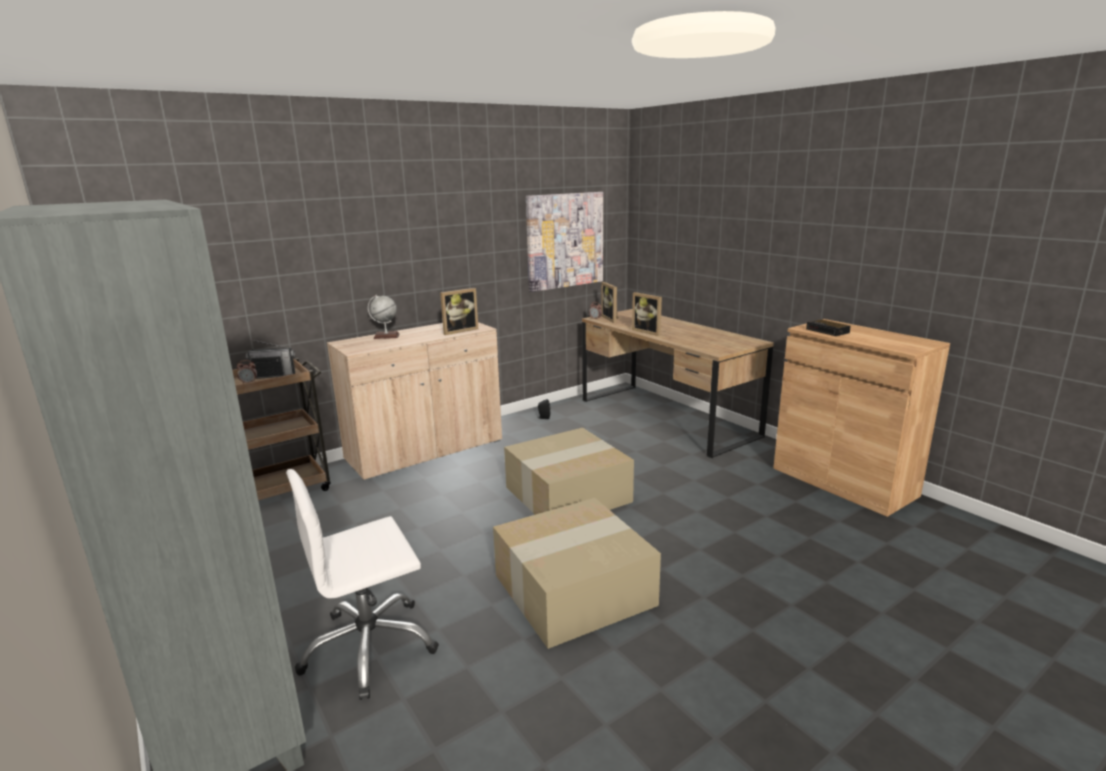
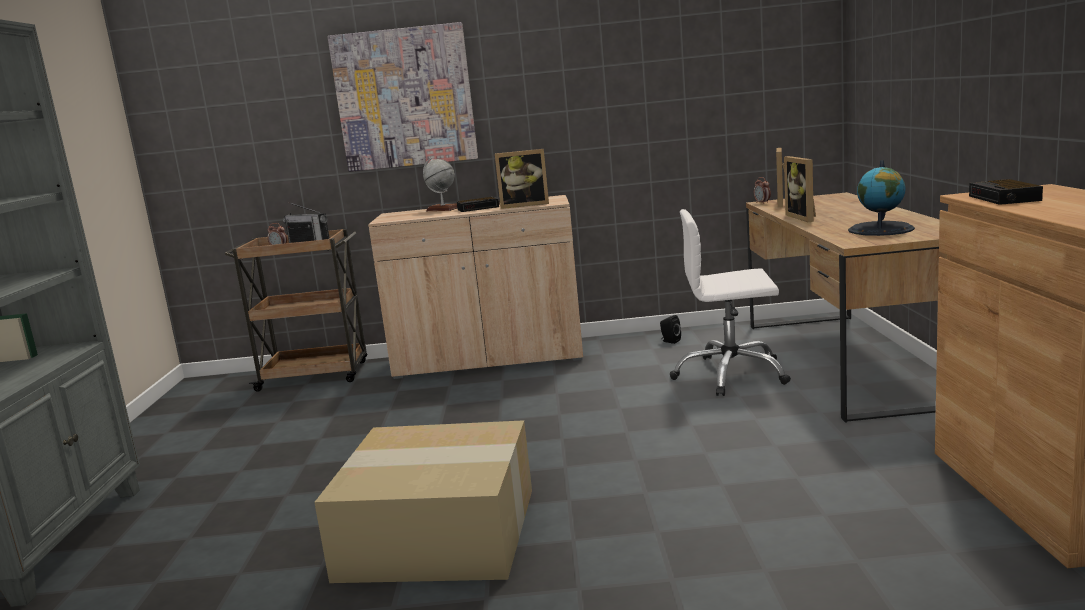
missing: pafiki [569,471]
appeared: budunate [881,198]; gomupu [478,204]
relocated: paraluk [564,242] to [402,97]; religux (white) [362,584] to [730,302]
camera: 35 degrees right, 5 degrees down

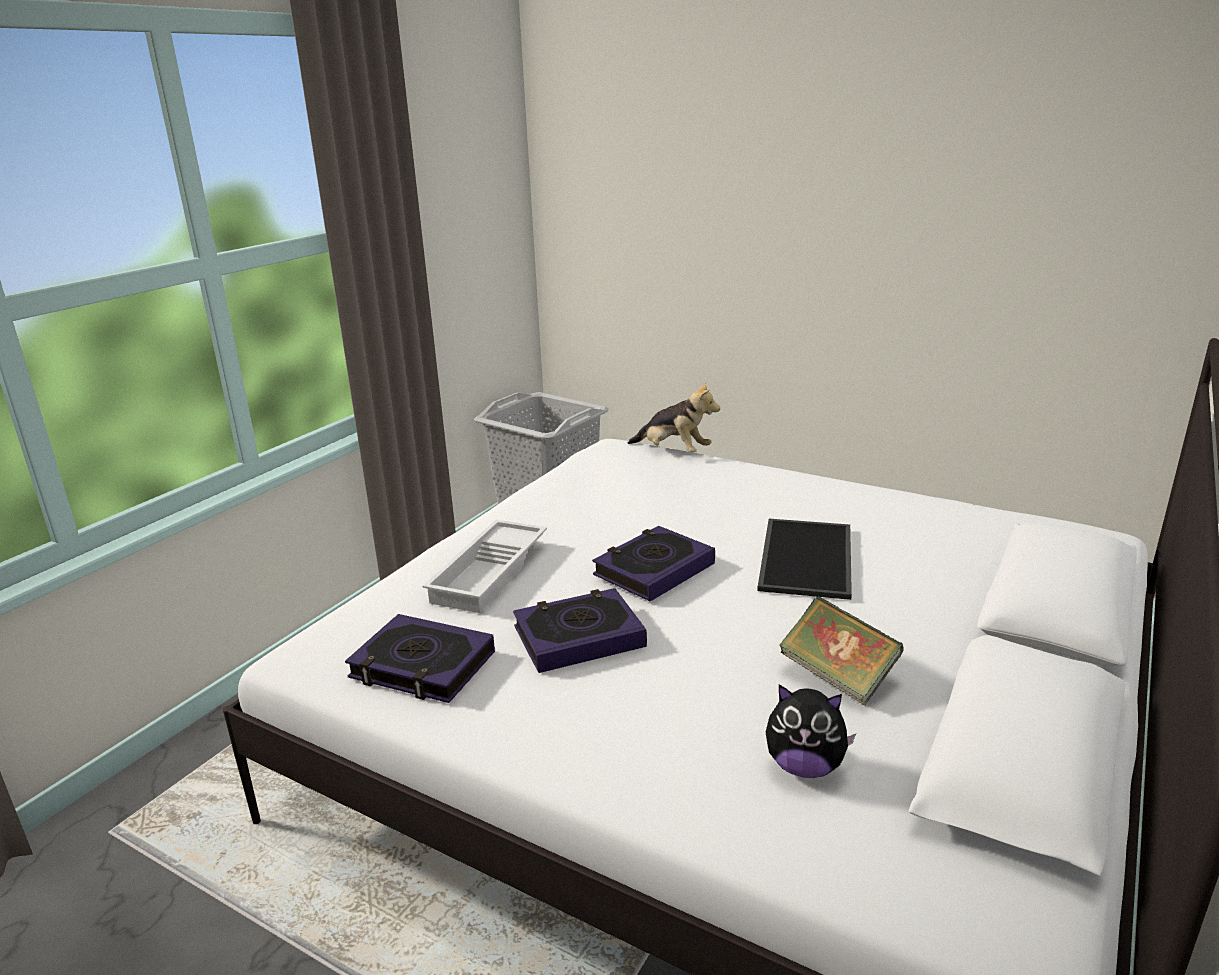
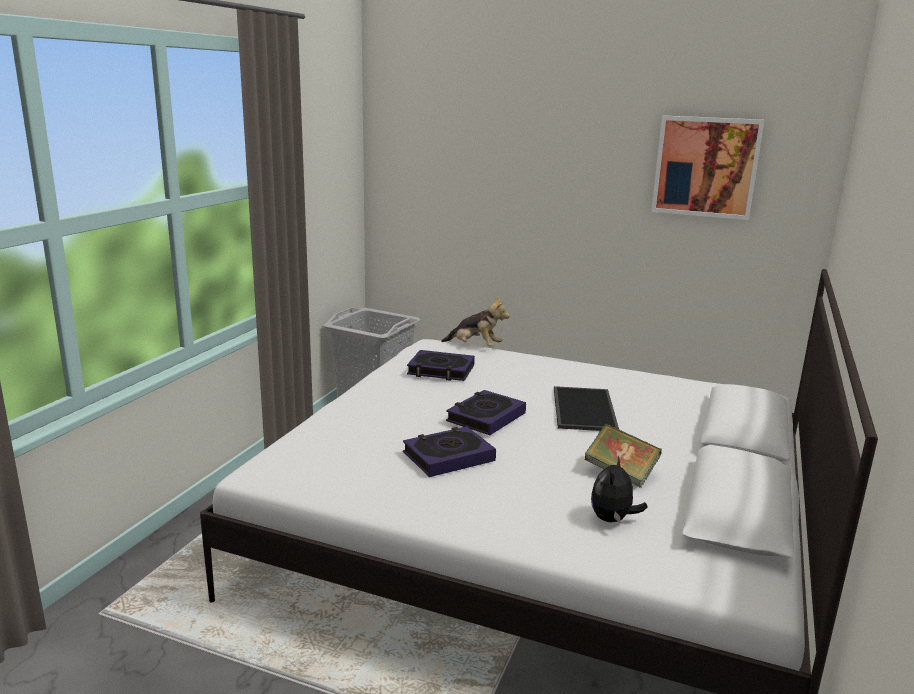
missing: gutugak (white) [484,566]
appeared: paraluk [707,167]
relocated: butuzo [420,658] to [441,365]
spun: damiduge [811,731] = [619,489] 105 degrees clockwise
camera: 10 degrees left, 5 degrees down

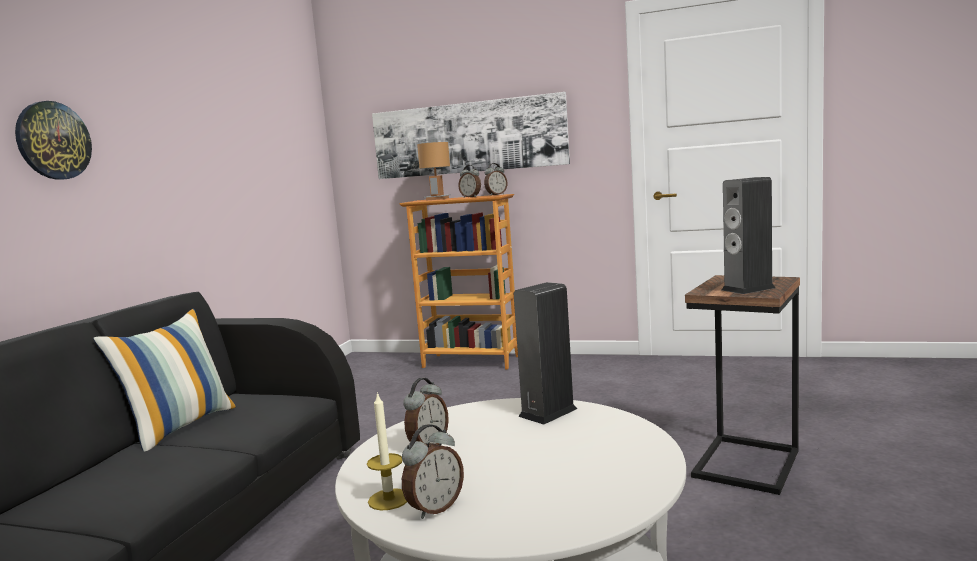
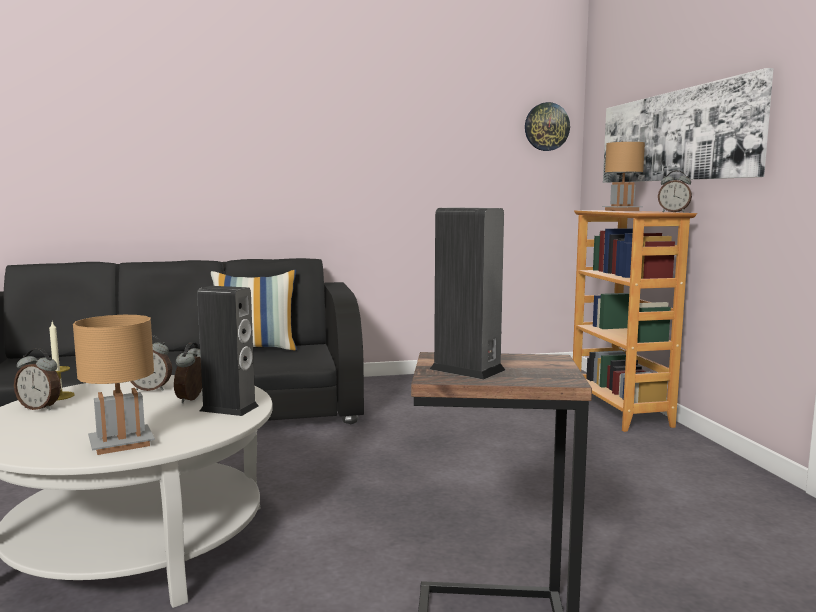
appeared: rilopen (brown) [114,385]
relocated: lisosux [53,140] to [547,126]; gomupu [469,181] to [188,372]
camera: 60 degrees right, 0 degrees up

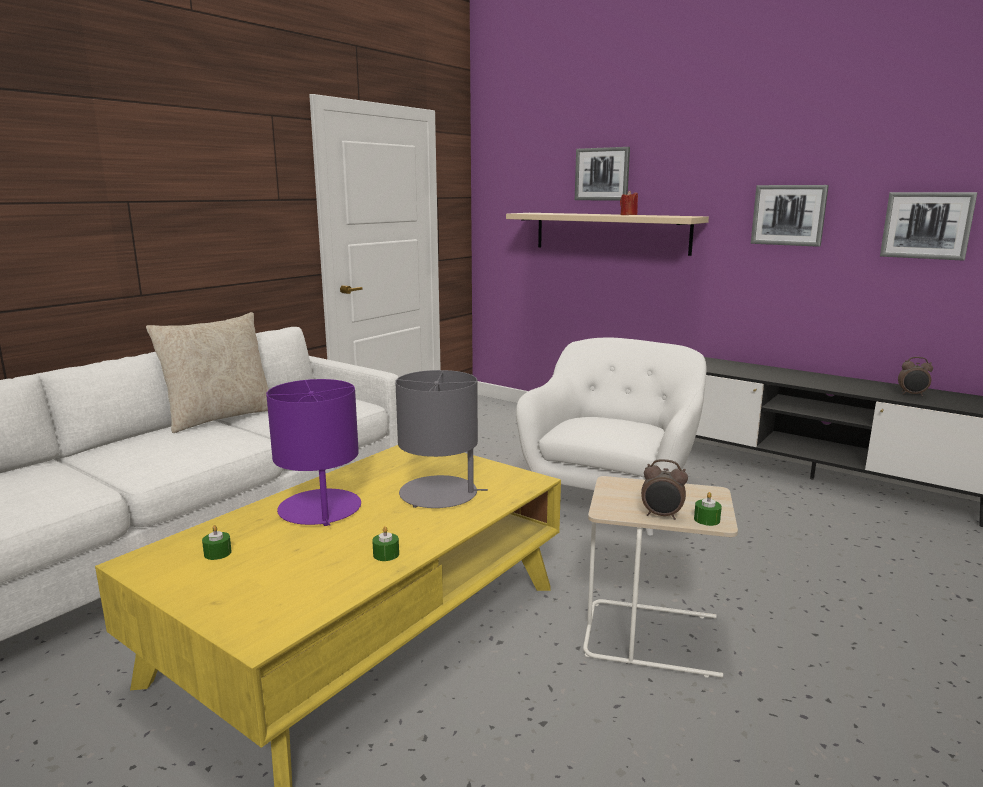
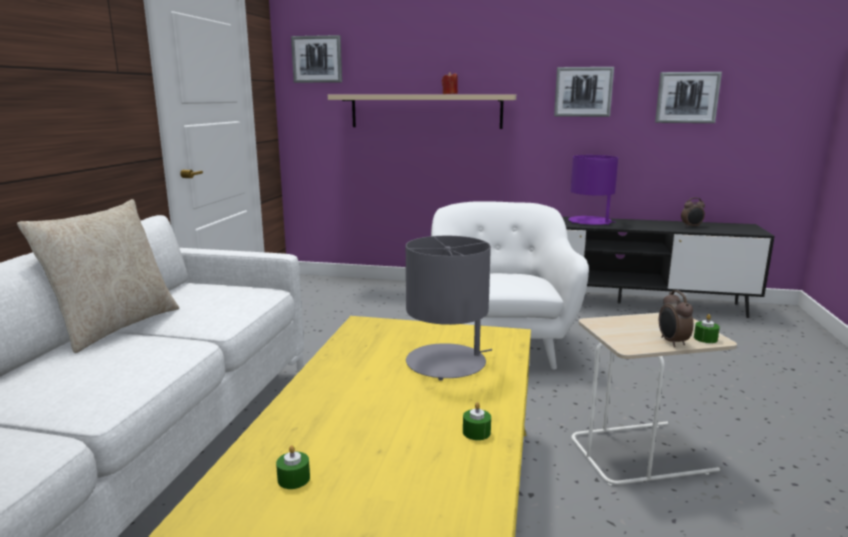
relocated: paraluk [602,174] to [316,59]; rilopen (purple) [313,452] to [593,190]
spun: gomupu [664,489] = [676,318] 90 degrees clockwise
camera: 25 degrees left, 0 degrees up

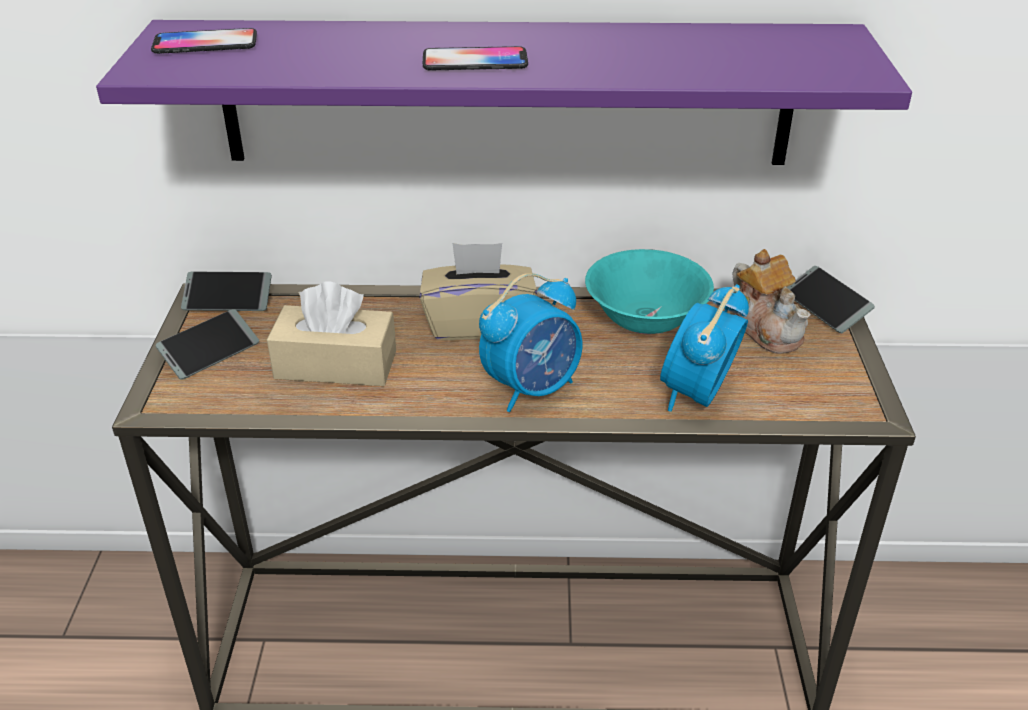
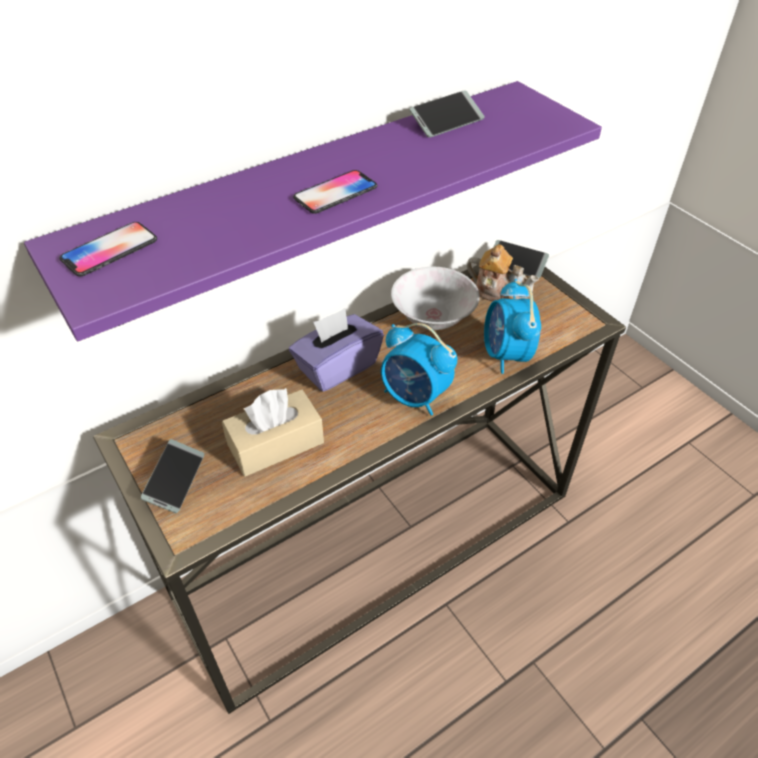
relocated: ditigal [226,291] to [447,114]
colour: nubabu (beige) [478,291] to nubabu (purple) [336,350]; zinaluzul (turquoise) [649,292] to zinaluzul (white) [435,298]
spun: gomupu [530,342] = [419,369] 105 degrees clockwise
camera: 35 degrees left, 10 degrees up

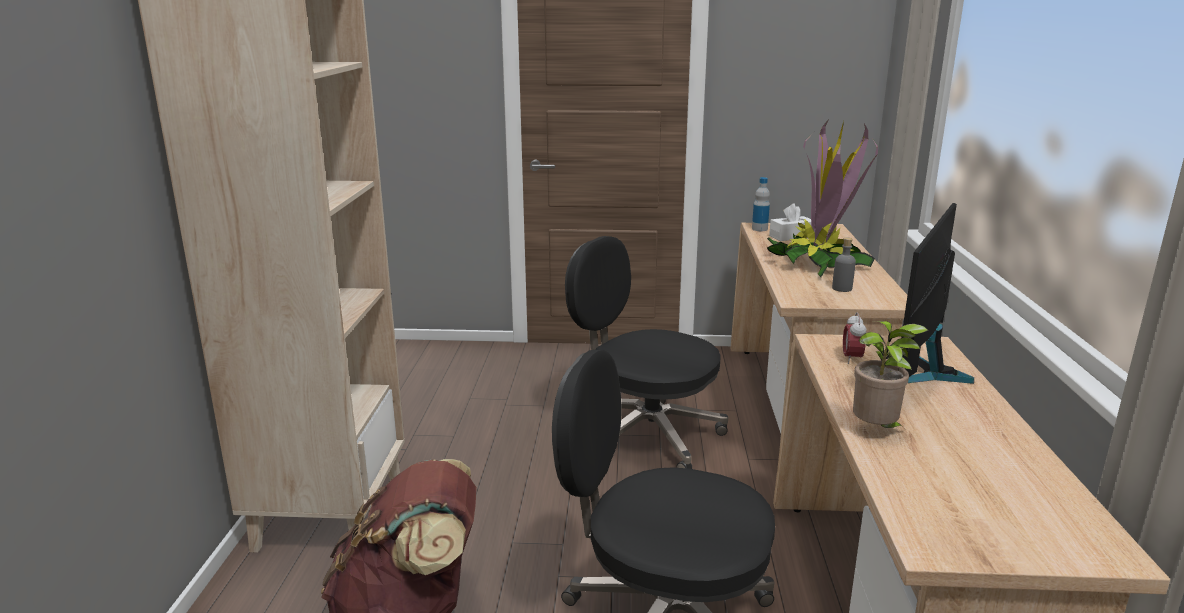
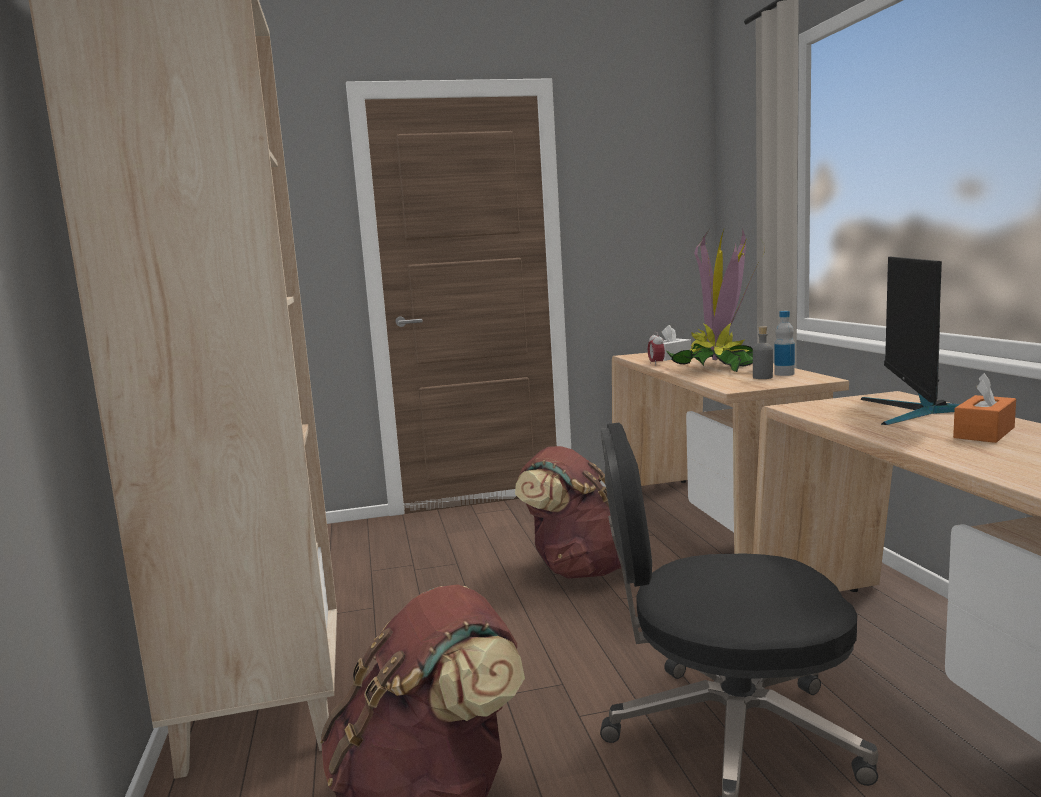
missing: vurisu [891,374]
appeared: nubabu (orange) [984,408]
relocated: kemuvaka [761,204] to [784,343]; gomupu [855,338] to [656,349]
exchanged: religux (black) [646,352] to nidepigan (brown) [568,512]
camera: 15 degrees left, 10 degrees down

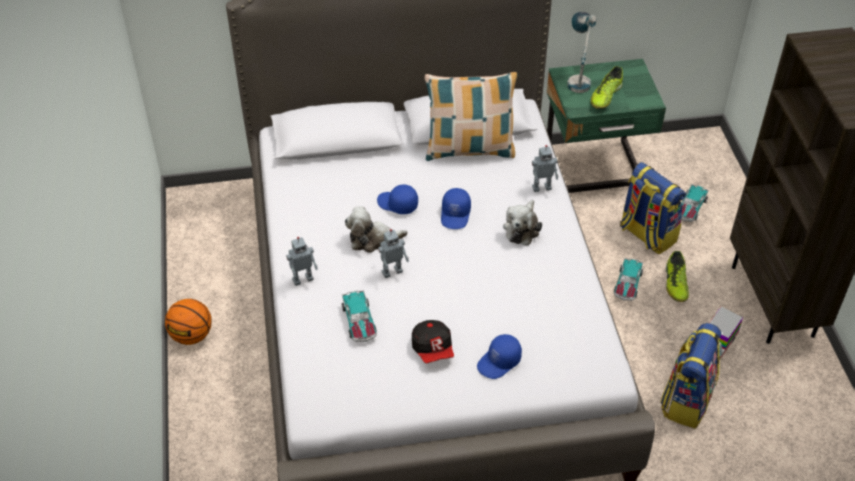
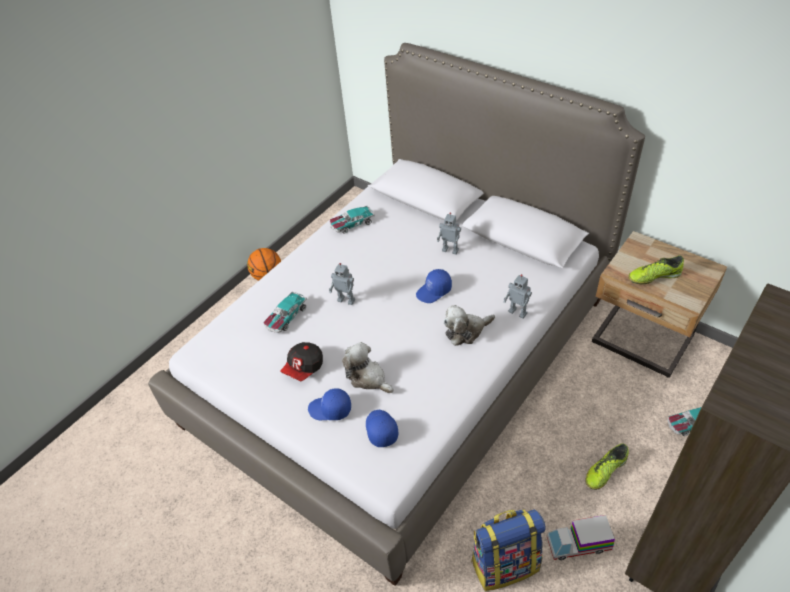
missing: rilopen [582,52]; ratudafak [471,116]; nidepigan [653,208]
relocated: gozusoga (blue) [397,199] to [382,428]; damiduge [376,229] to [368,367]; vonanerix [302,261] to [449,233]; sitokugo [628,279] to [352,219]
colour: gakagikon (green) [606,126] to gakagikon (beige) [659,304]
camera: 50 degrees right, 0 degrees up

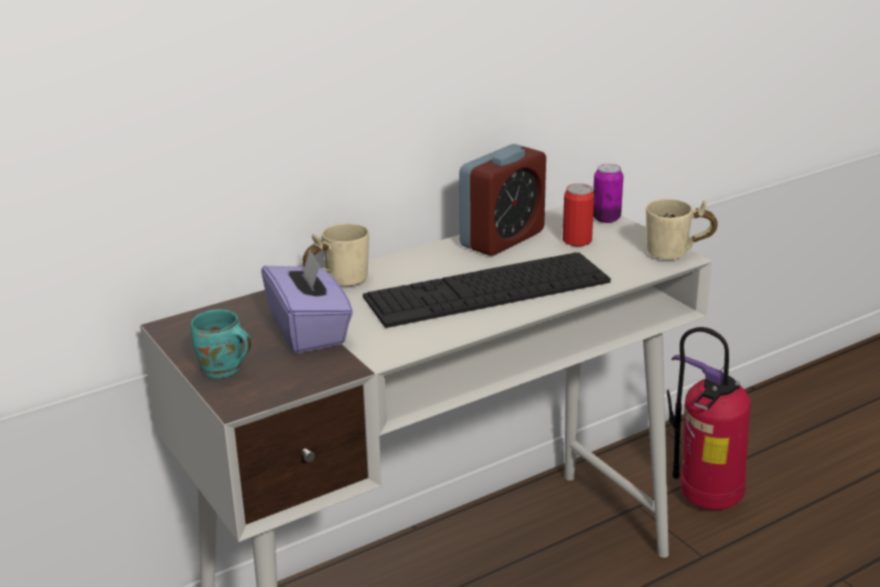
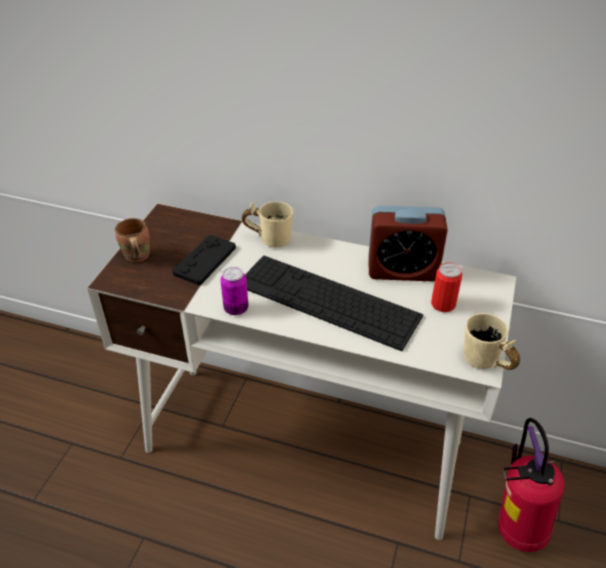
relocated: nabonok [608,193] to [235,291]
exchanged: nubabu (purple) [307,301] to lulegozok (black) [204,260]
colour: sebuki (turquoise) [221,344] to sebuki (brown) [132,240]
camera: 50 degrees right, 15 degrees up

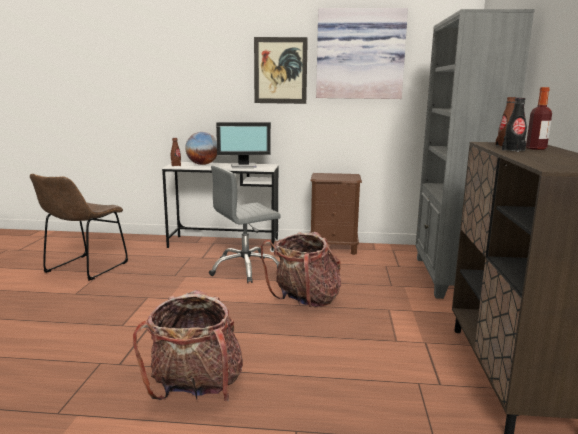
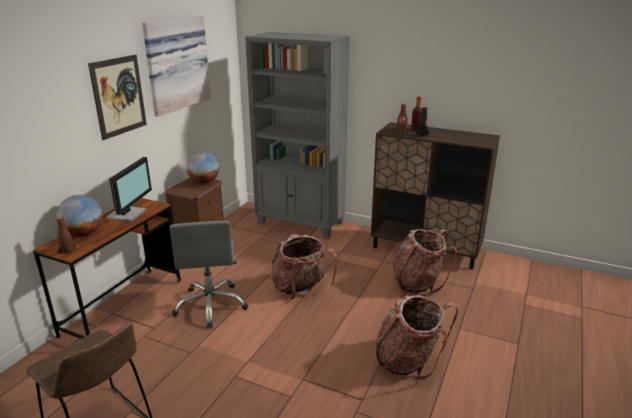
appeared: budunate [203,167]; nidepigan [425,261]
colour: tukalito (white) [220,207] to tukalito (brown) [107,268]
camera: 70 degrees left, 10 degrees up

